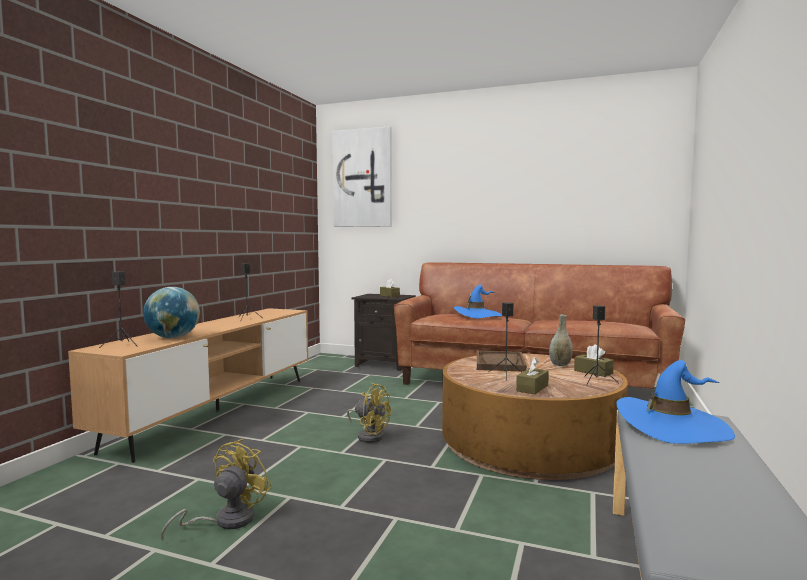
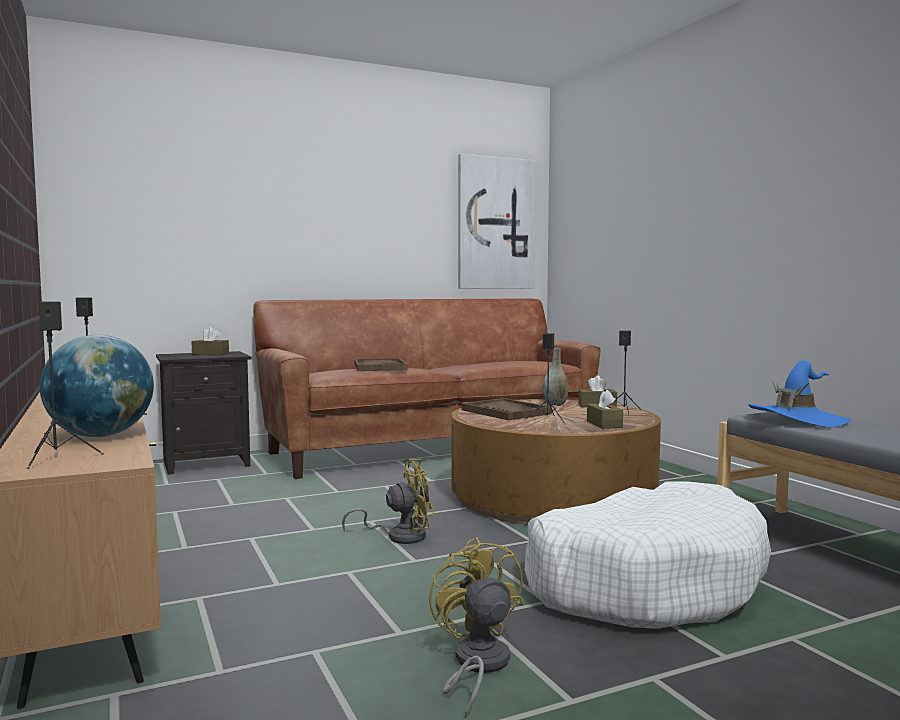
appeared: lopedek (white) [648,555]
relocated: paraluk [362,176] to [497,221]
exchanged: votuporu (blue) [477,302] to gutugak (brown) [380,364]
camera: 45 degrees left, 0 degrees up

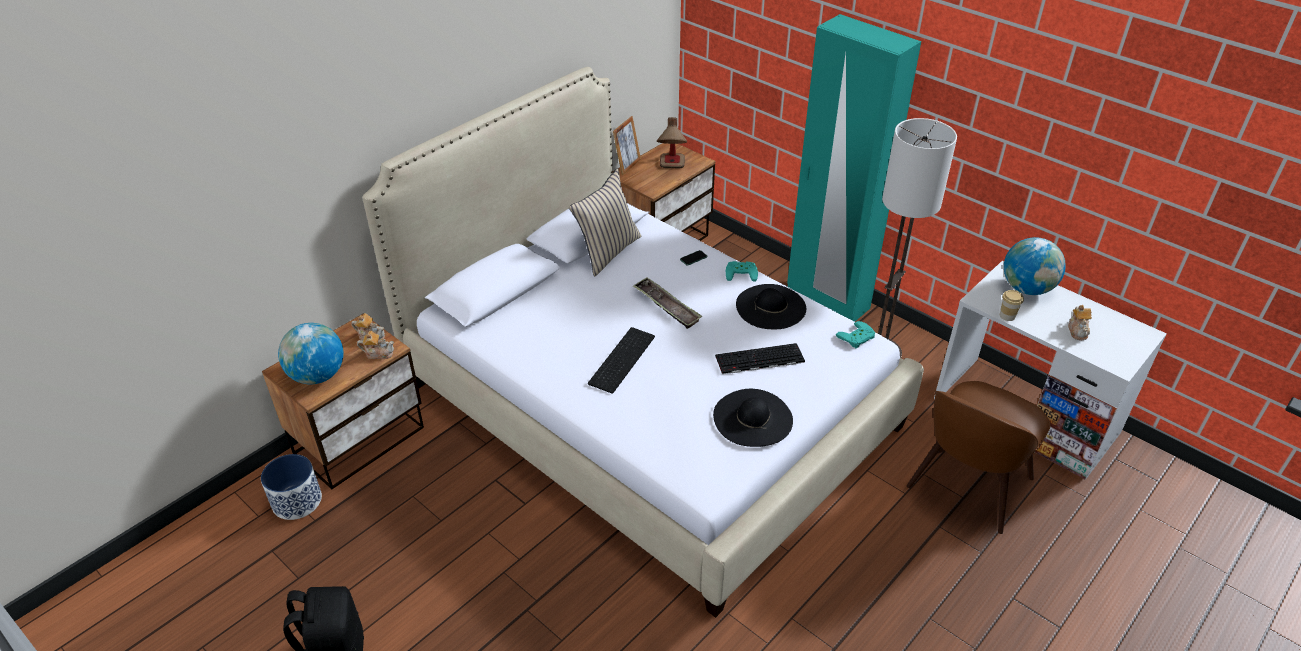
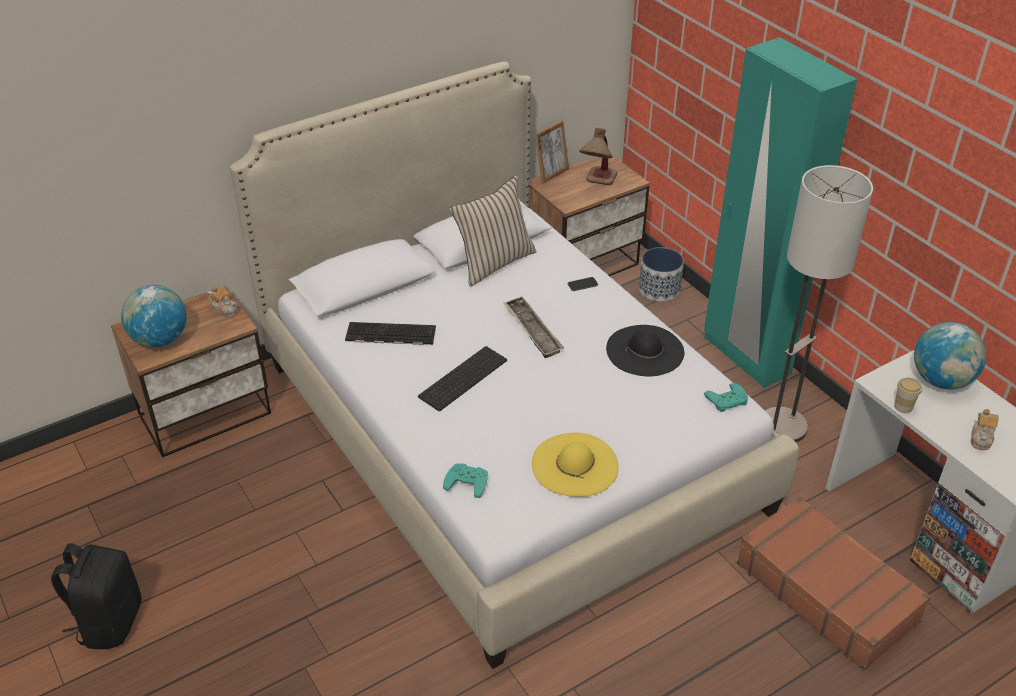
missing: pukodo [375,345]
relocated: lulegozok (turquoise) [742,271] to [465,481]; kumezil [760,358] to [390,333]; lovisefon [291,487] to [661,274]
exchanged: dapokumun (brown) [978,457] to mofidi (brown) [834,583]
colour: votuporu (black) [753,418] to votuporu (yellow) [575,465]
camera: 15 degrees right, 0 degrees up

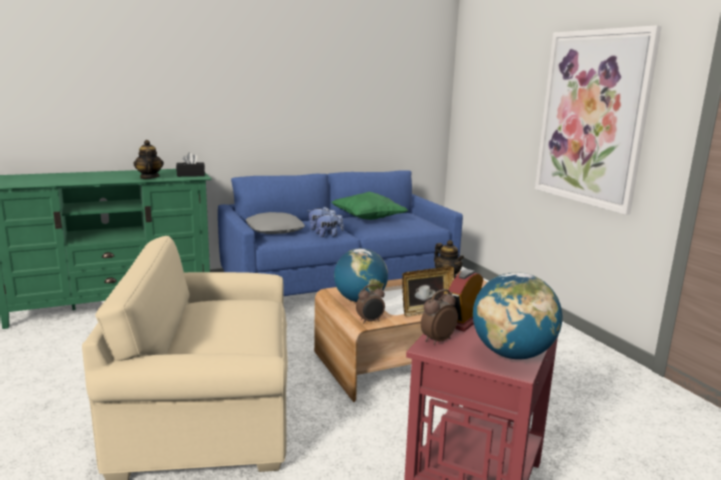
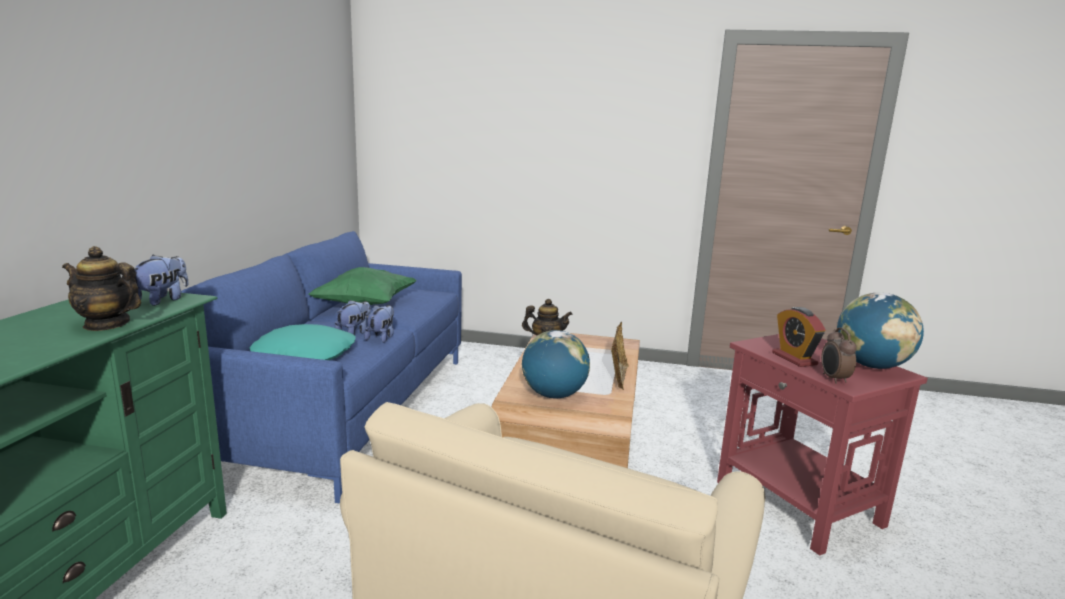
missing: paraluk [598,120]; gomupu [370,304]
exchanged: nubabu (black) [190,164] to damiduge [161,280]
colour: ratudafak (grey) [275,223] to ratudafak (turquoise) [302,342]
camera: 55 degrees left, 0 degrees up

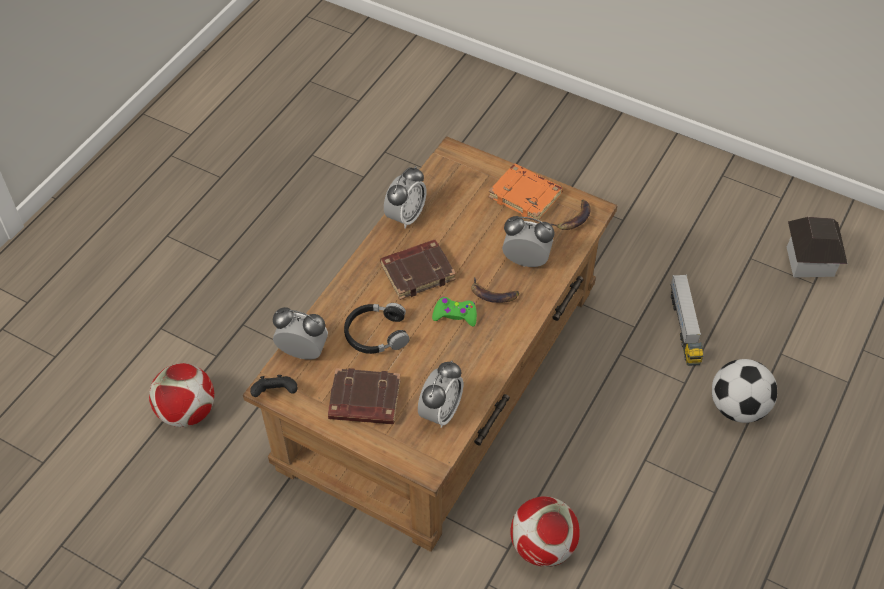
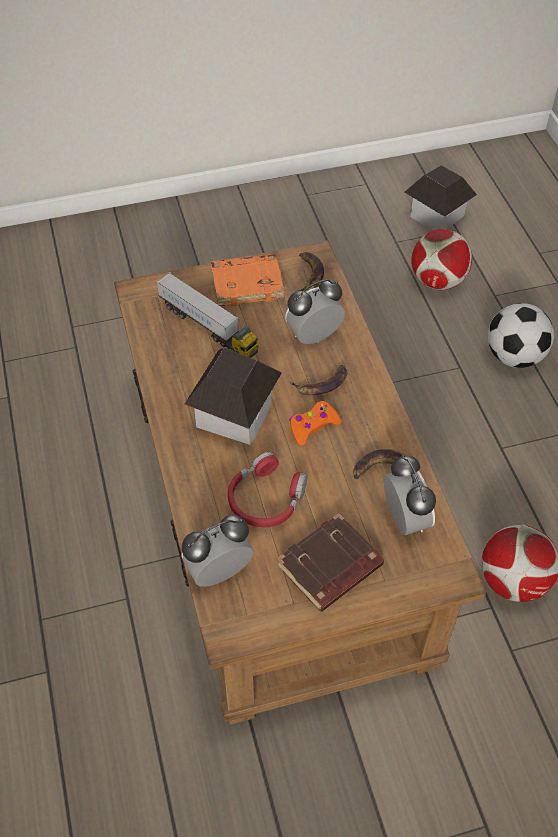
missing: gomupu [405,197]; lulegozok (black) [274,386]
appeared: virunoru [379,464]
relocated: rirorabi [687,320] to [207,315]; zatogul [181,395] to [441,259]
exchanged: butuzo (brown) [418,269] to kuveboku [233,396]
colour: lulegozok (green) [454,311] to lulegozok (orange) [315,423]; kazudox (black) [377,328] to kazudox (red) [267,489]
camera: 45 degrees left, 0 degrees up

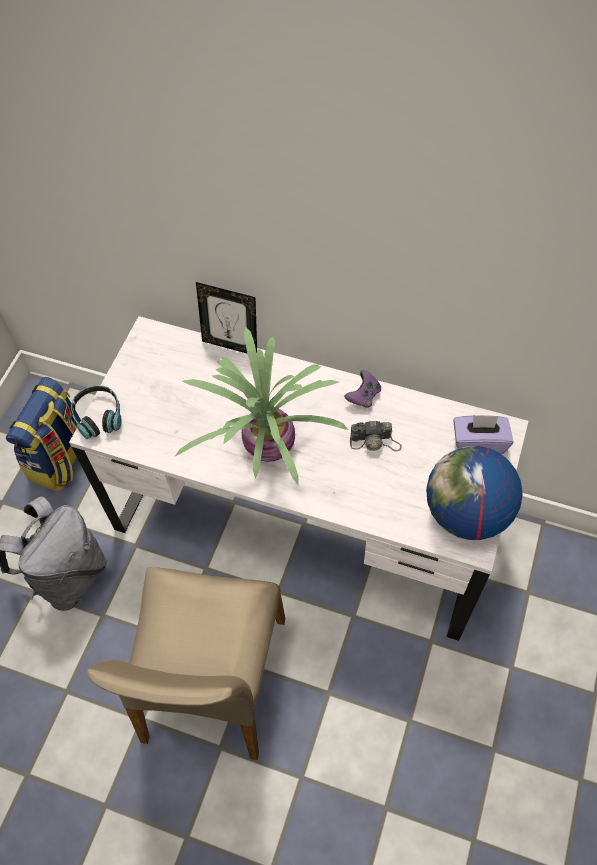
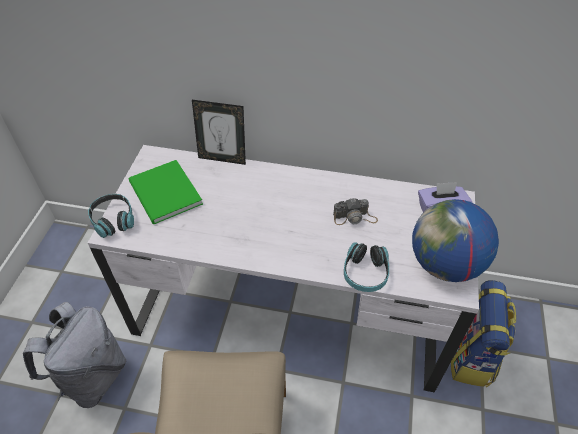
missing: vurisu [261,406]; lulegozok (purple) [362,389]
appeared: butuzo (green) [166,192]; kazudox [366,267]
relocated: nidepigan [43,434] to [483,334]
camera: 10 degrees left, 10 degrees down

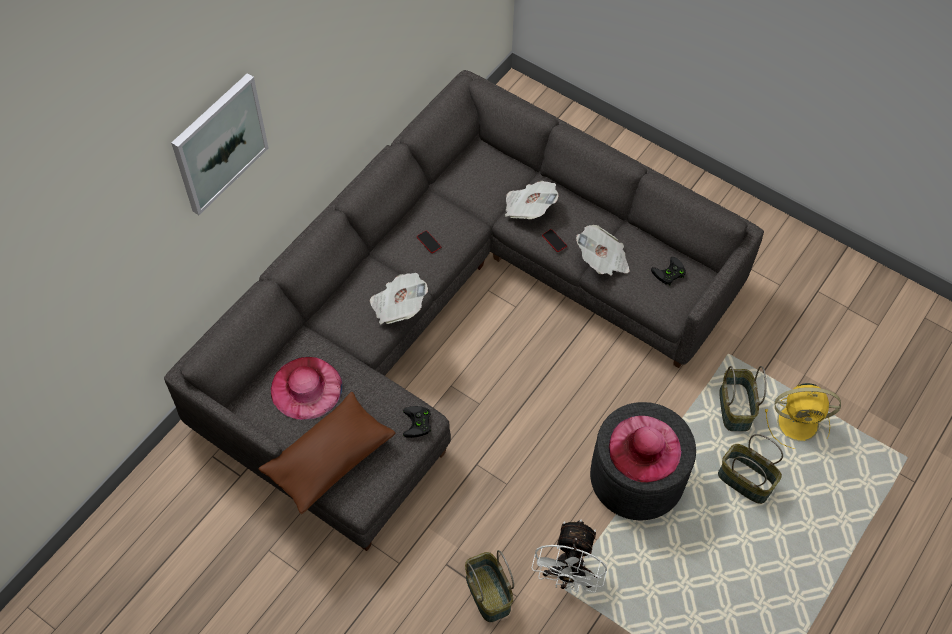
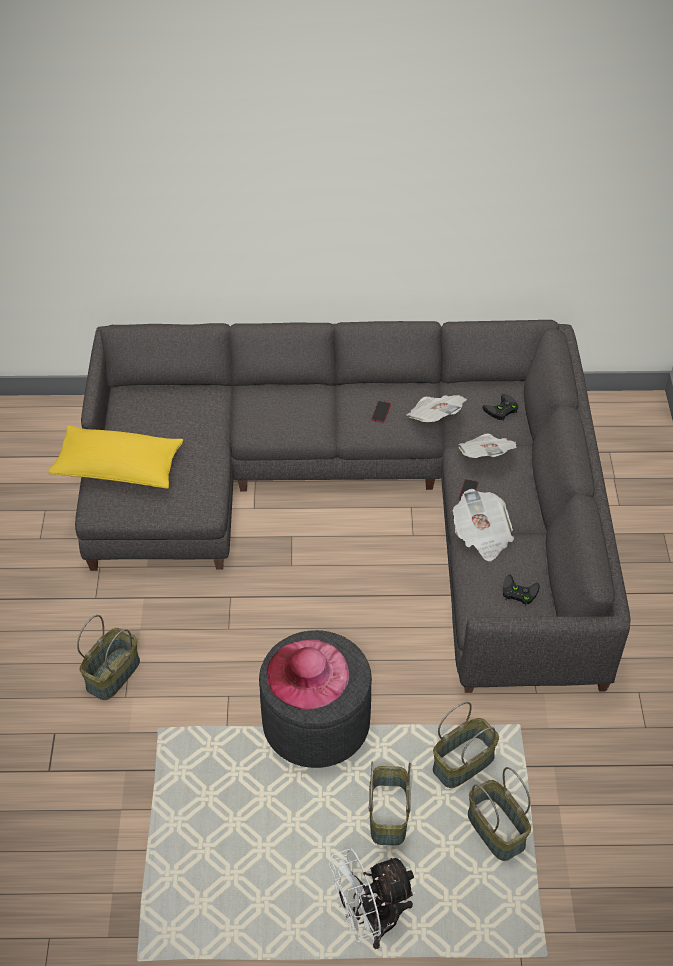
missing: paraluk [220,144]; votuporu (pink) [306,388]
relocated: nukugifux [399,298] to [436,408]; lulegozok (black) [417,422] to [500,407]; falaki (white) [569,556] to [372,898]
exchanged: falaki (yellow) [803,416] to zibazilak [499,814]
colour: ratudafak (brown) [327,453] to ratudafak (yellow) [115,457]
camera: 55 degrees right, 10 degrees down

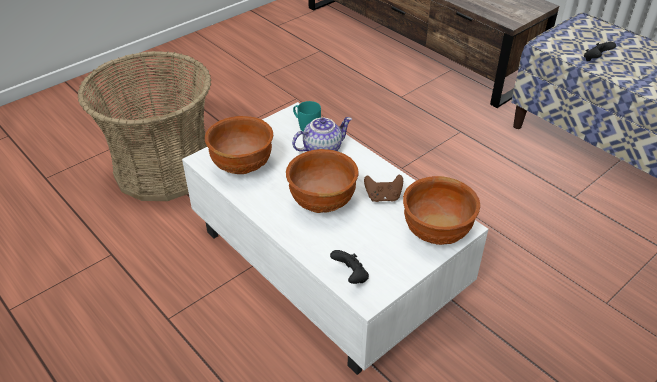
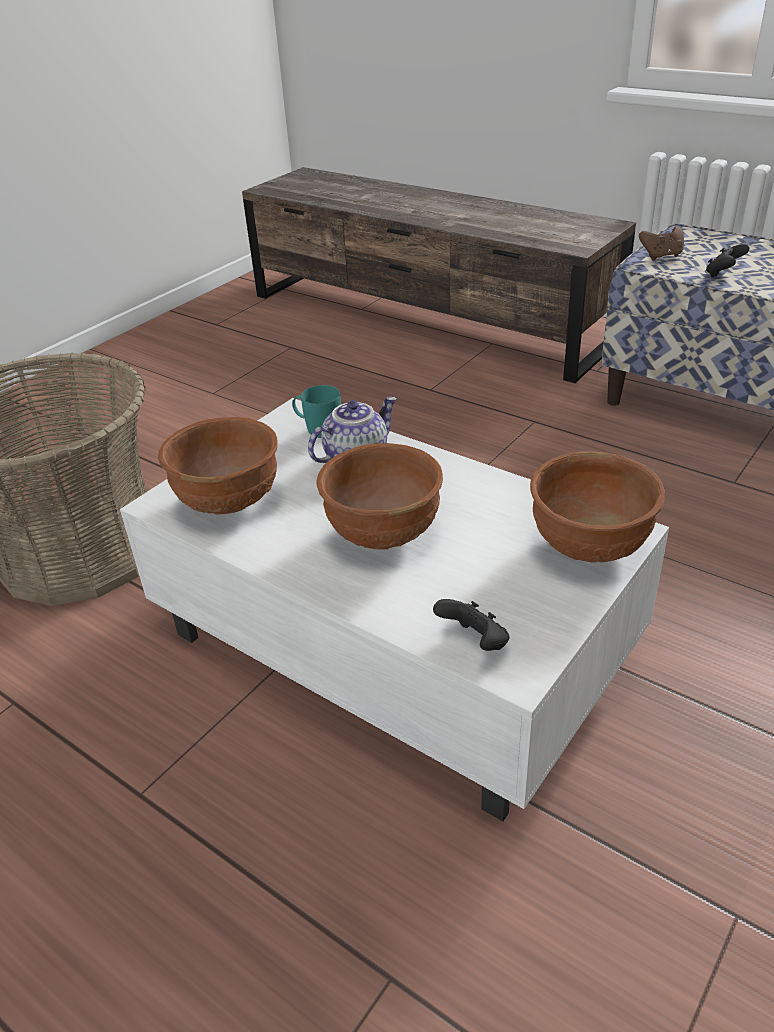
relocated: lulegozok (brown) [383,188] to [661,243]
camera: 10 degrees left, 5 degrees down

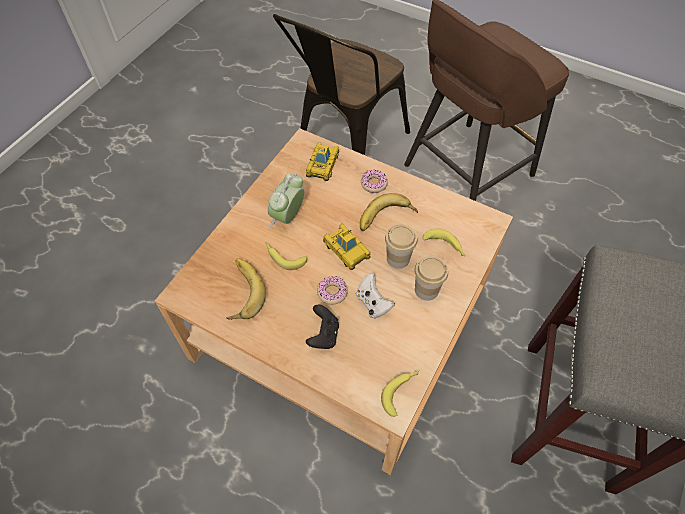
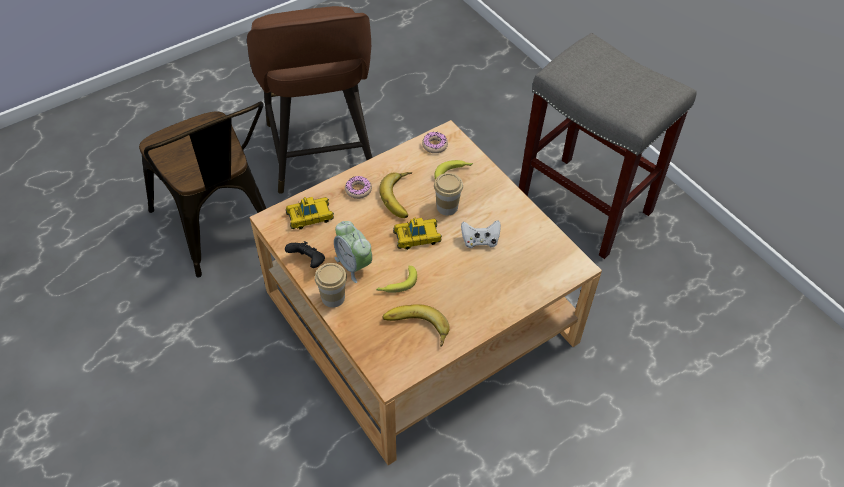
missing: virunoru [400,394]
relocated: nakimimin [431,278] to [331,285]; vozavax [332,290] to [435,142]; lulegozok (black) [322,326] to [305,254]
spun: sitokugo [322,161] = [309,213] 120 degrees clockwise
camera: 65 degrees left, 5 degrees down

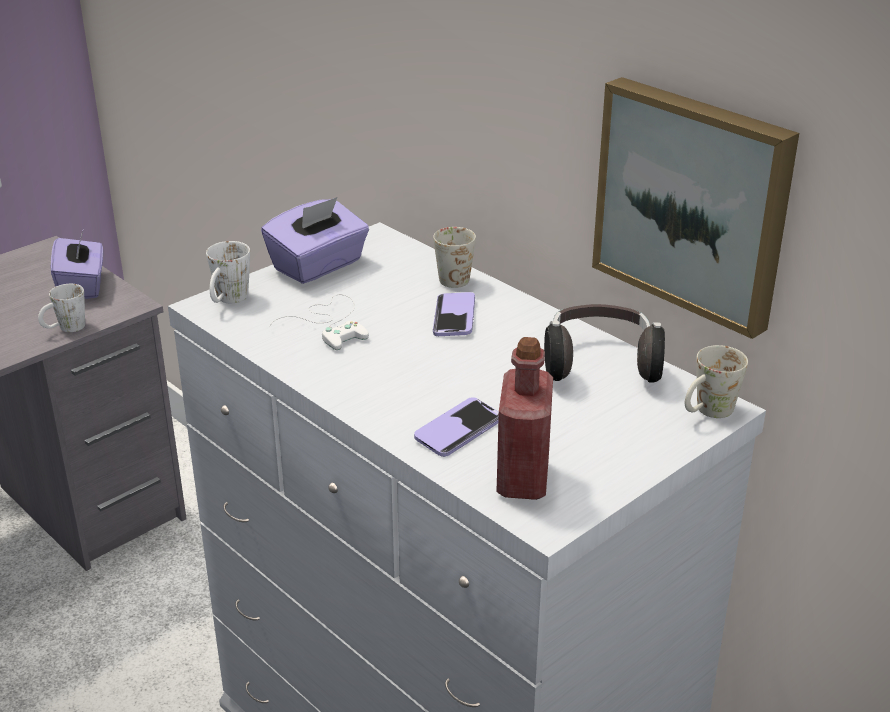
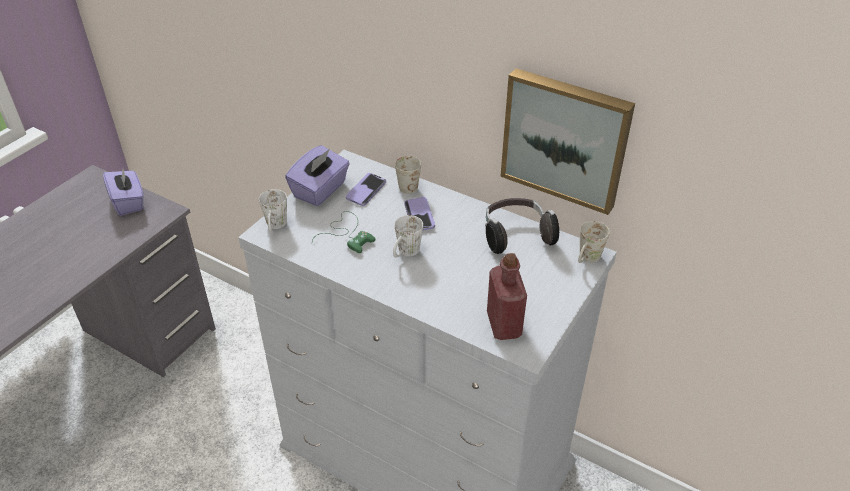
relocated: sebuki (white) [61,308] to [408,236]; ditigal [456,427] to [366,189]
colour: lulegozok (white) [319,322] to lulegozok (green) [343,232]
camera: 15 degrees left, 10 degrees up

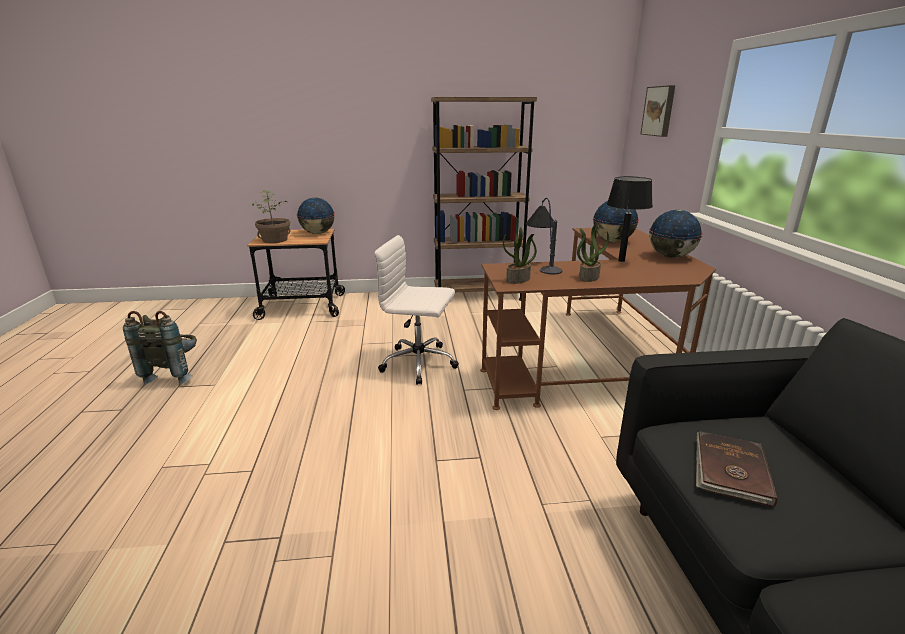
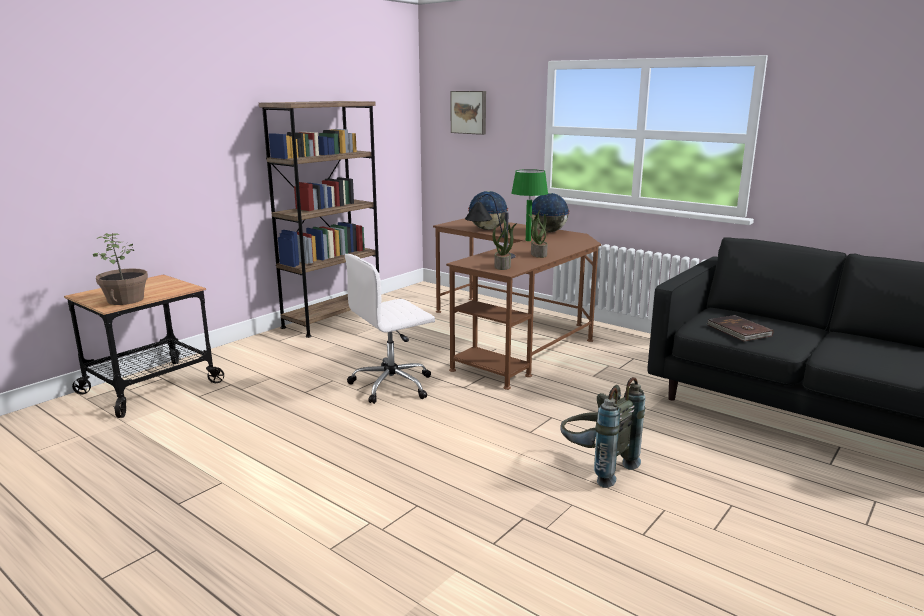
missing: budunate [316,216]
relocated: nidepigan (grey) [160,348] to [602,432]
colour: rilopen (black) [630,219] to rilopen (green) [529,205]
camera: 45 degrees left, 5 degrees down

